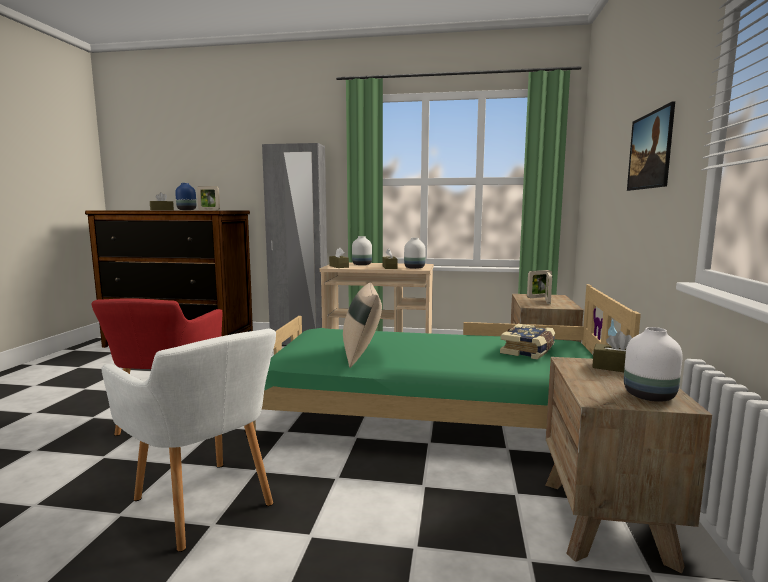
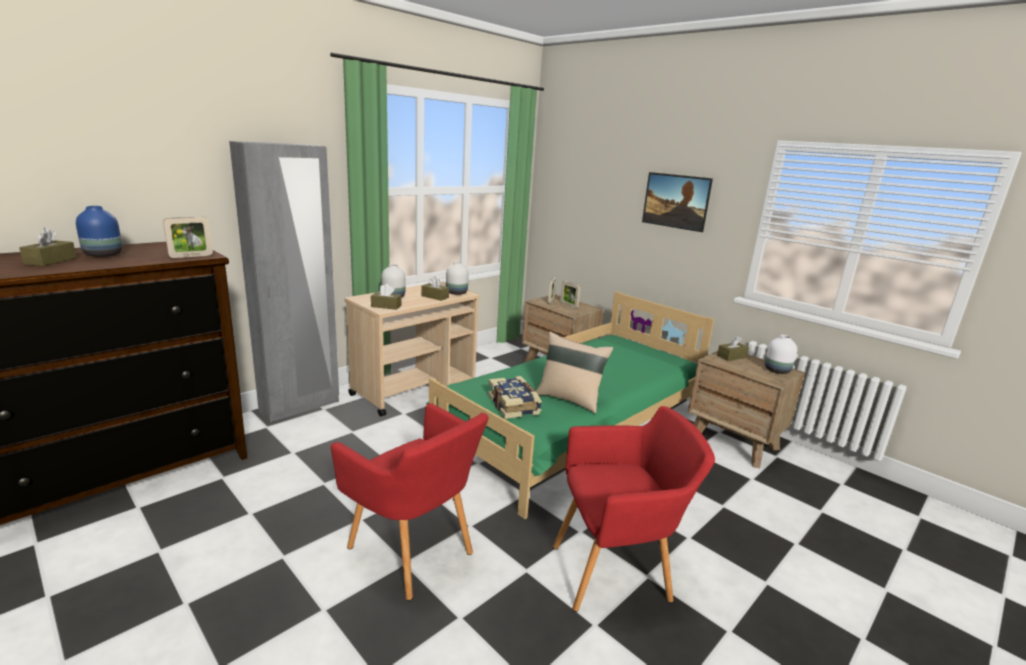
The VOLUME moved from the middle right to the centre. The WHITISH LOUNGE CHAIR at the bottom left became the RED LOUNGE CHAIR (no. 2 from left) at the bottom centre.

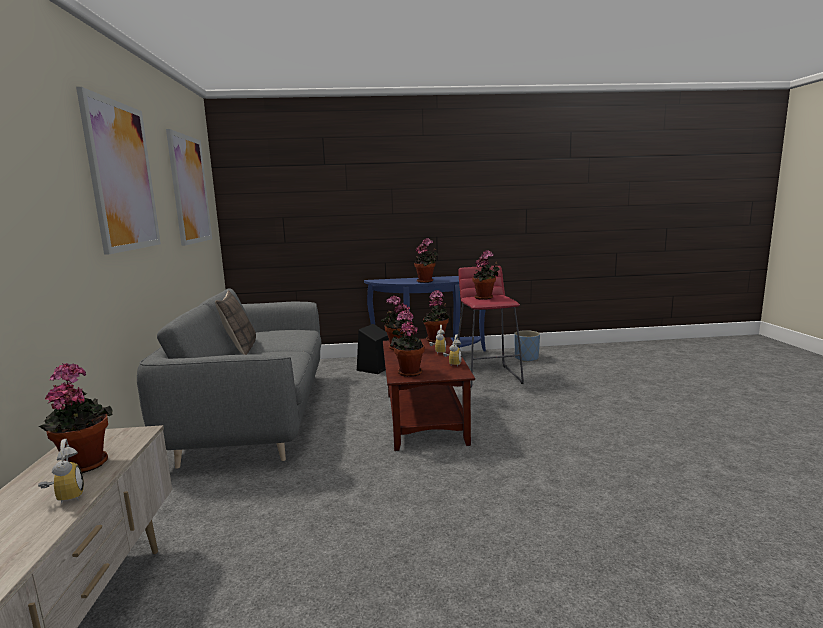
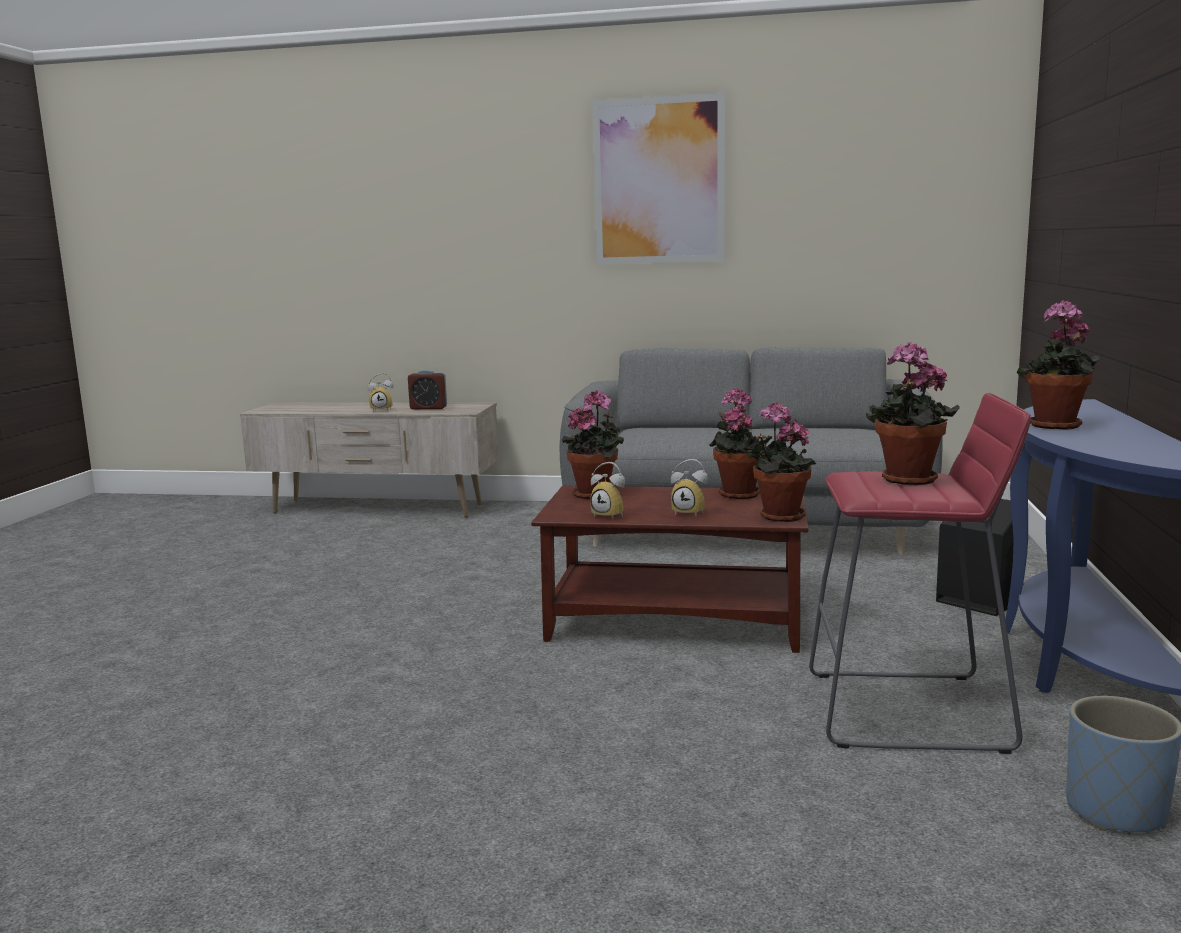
The PLANT IN A POT (no. 1 from left) at the middle left was replaced by the TABLE CLOCK (no. 2 from left) at the centre. The WALL ART (no. 2 from left) at the top left disappeared. The THROW PILLOW at the middle left disappeared.

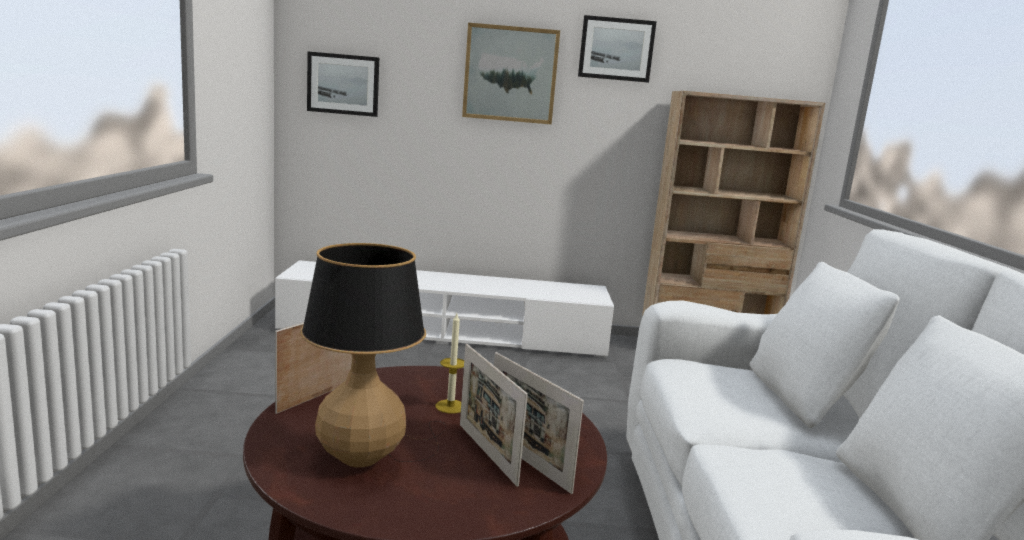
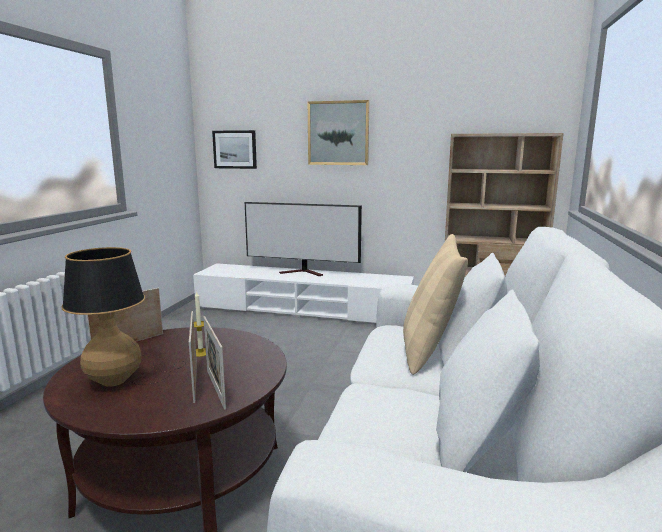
The TELEVISION at the centre appeared. The BEIGE THROW PILLOW at the centre appeared. The WALL ART (no. 3 from left) at the top centre disappeared.

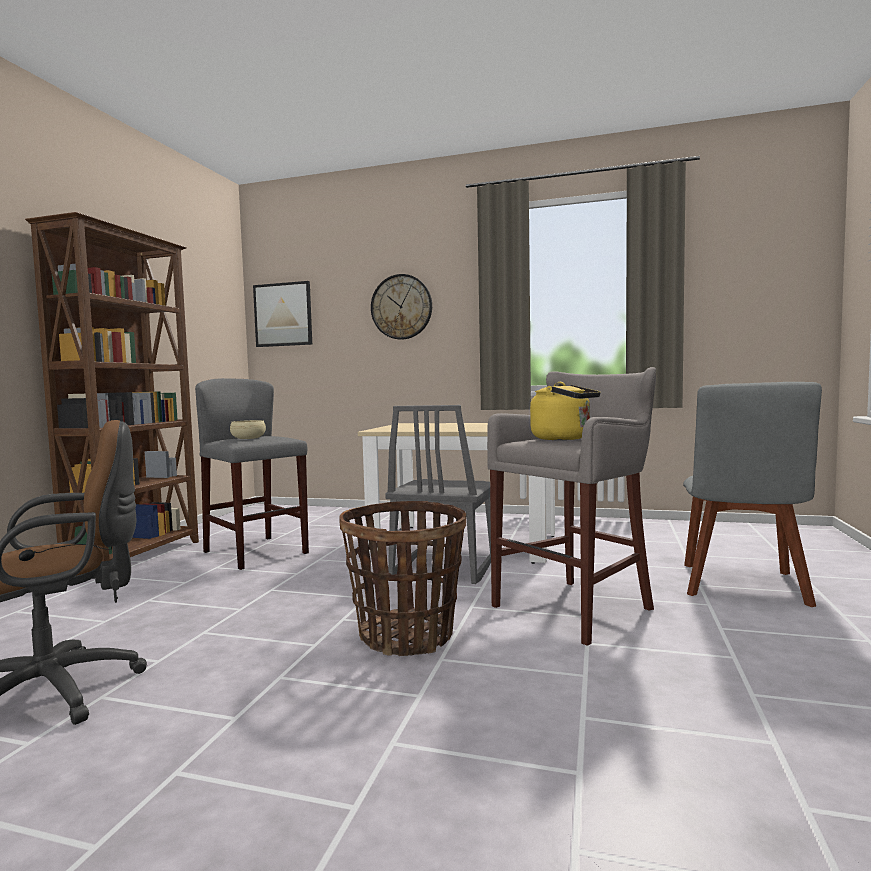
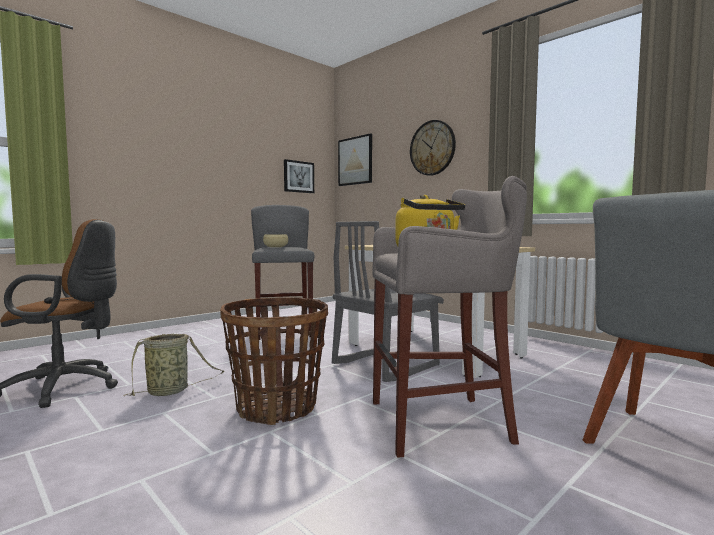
The HOUSEHOLD BASKET (no. 1 from left) at the bottom left appeared. The WALL ART (no. 1 from left) at the top centre appeared. The BROWN BOOKCASE at the middle left disappeared.

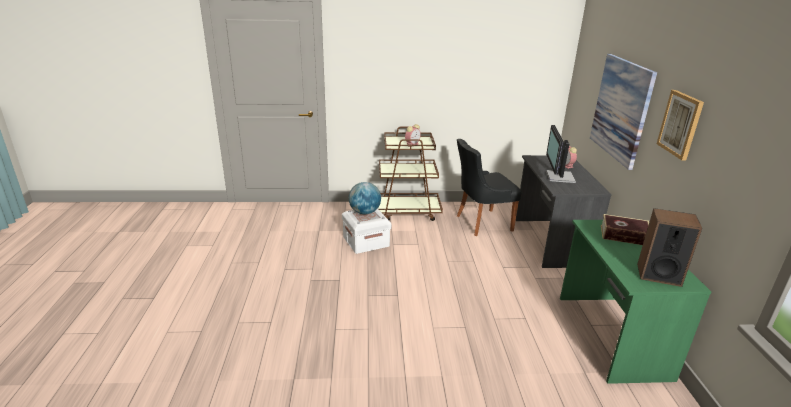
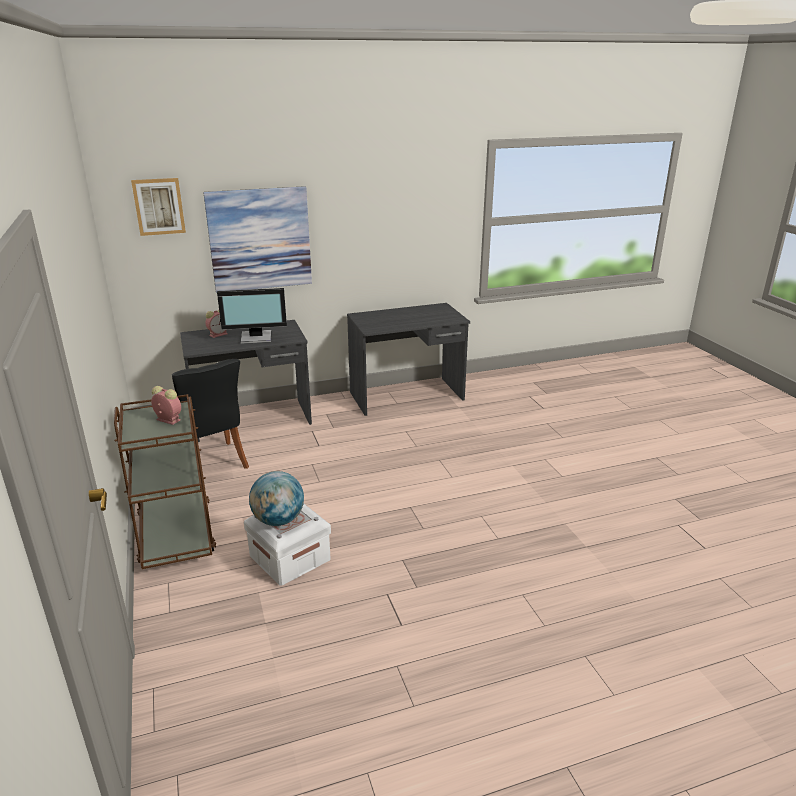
The WALL ART (no. 2 from left in the first image) moved from the top right to the top left. The GREEN-COLOURED DESK TABLE at the bottom right became the GREYISH DESK TABLE (no. 2 from left) at the centre. The VOLUME at the middle right disappeared. The SPEAKER at the middle right disappeared.

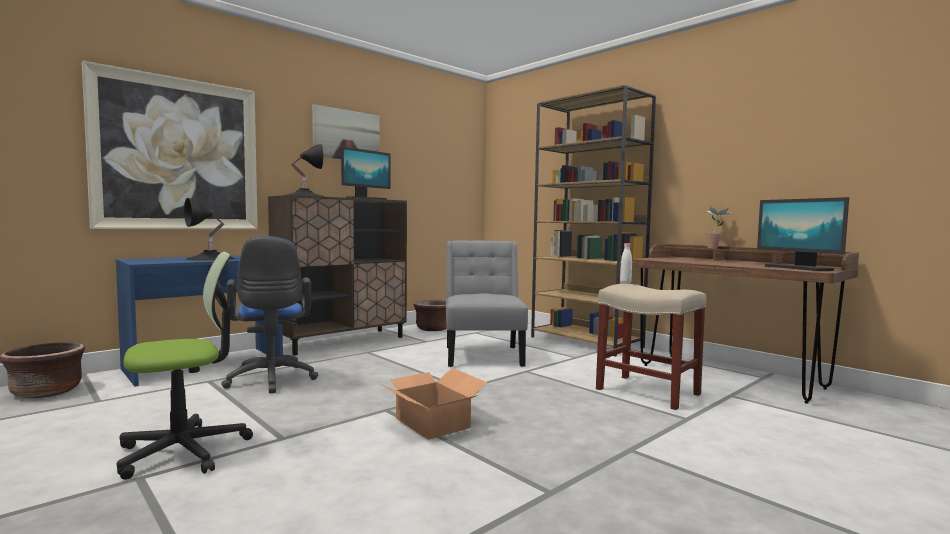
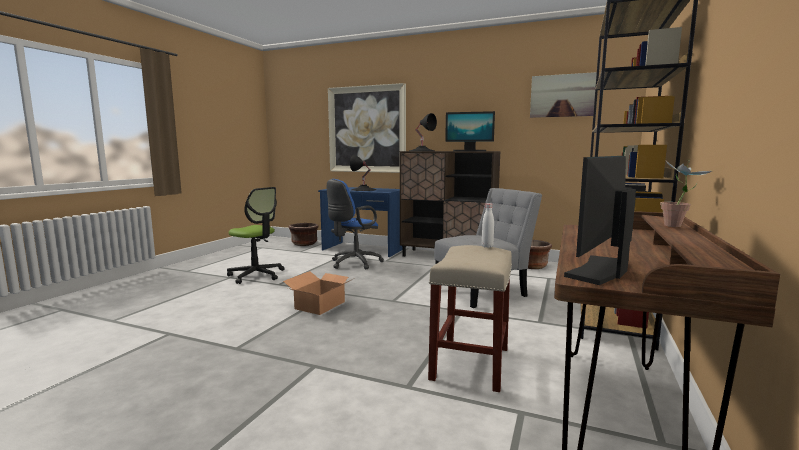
The WALL ART (no. 2 from left) moved from the top centre to the top right.

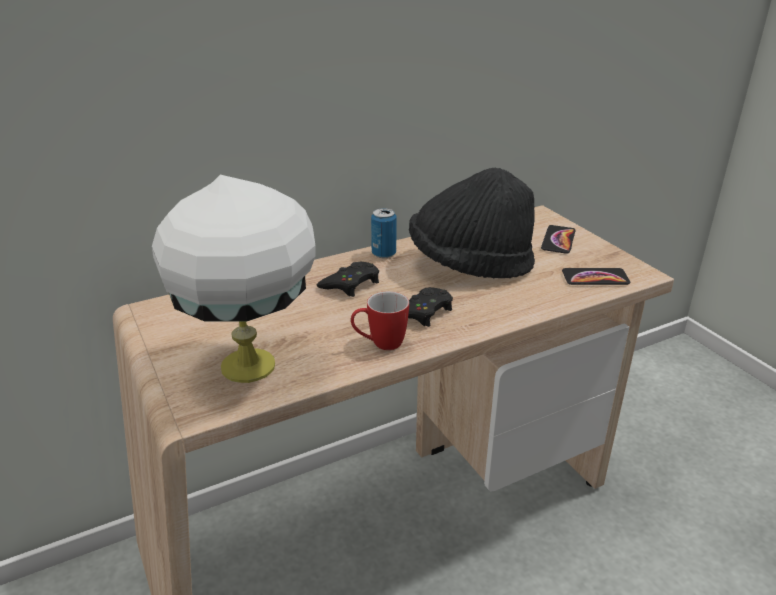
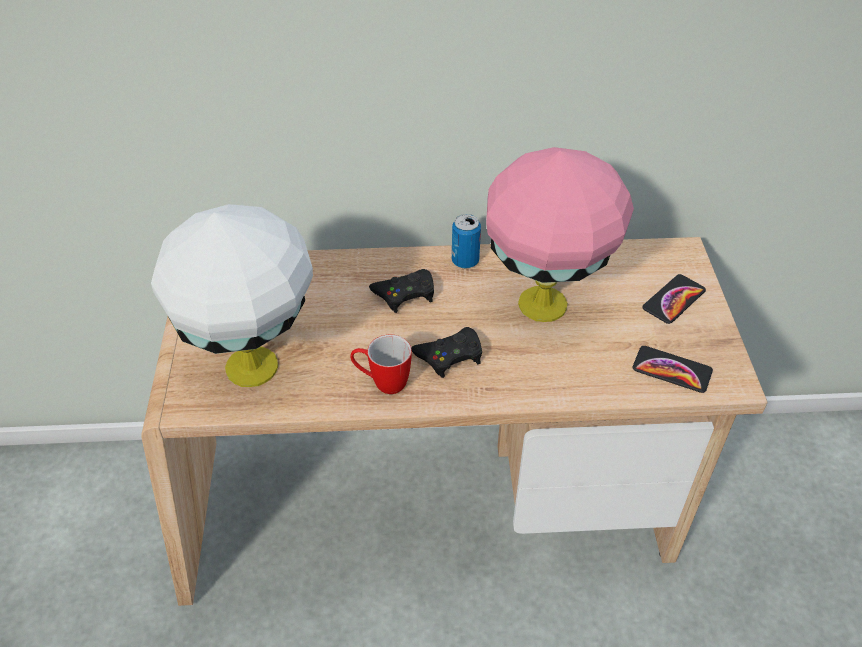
The BLACK WEARABLE HAT at the centre was replaced by the PINK TABLE LAMP at the centre.

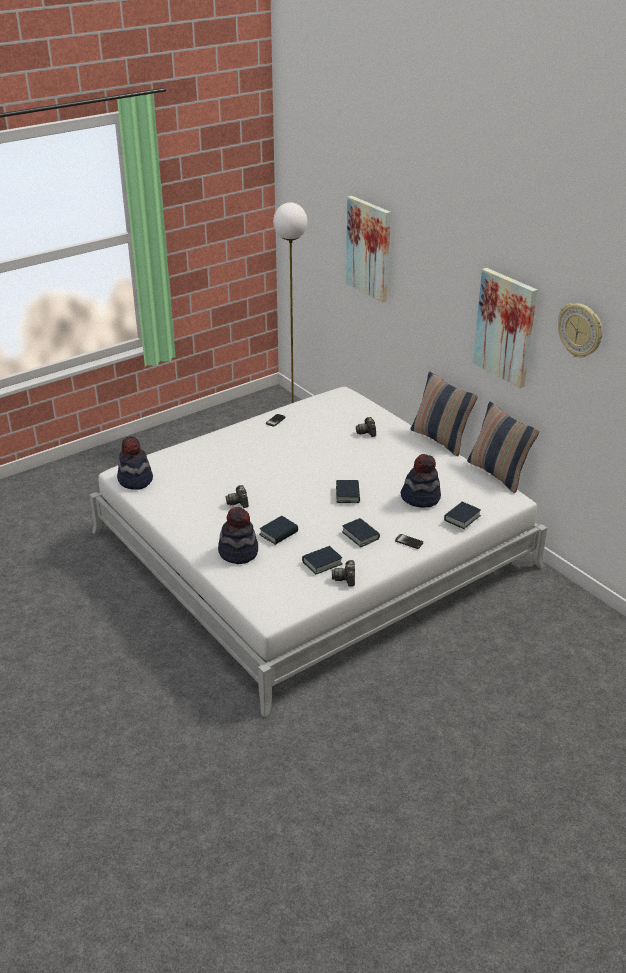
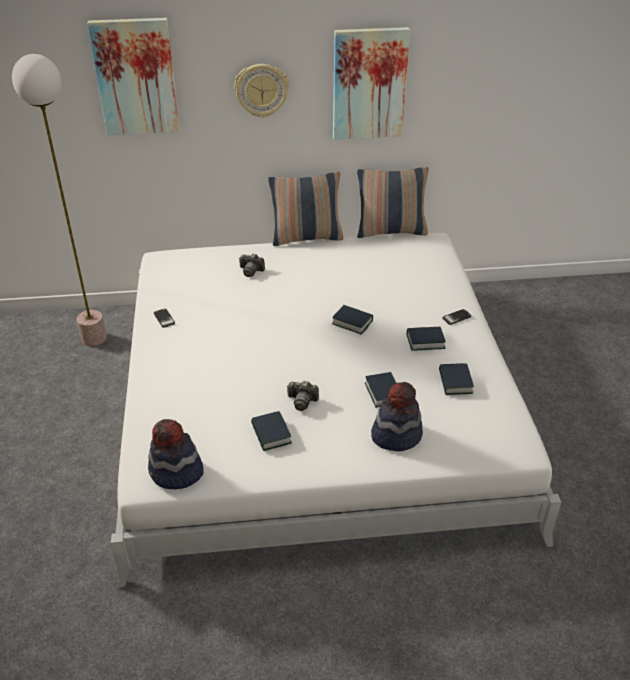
The WALL CLOCK moved from the middle right to the top centre. The VOLUME (no. 5 from left in the first image) moved from the middle right to the centre. The STILL CAMERA (no. 2 from left) at the centre disappeared. The WEARABLE HAT (no. 3 from left) at the middle right disappeared.

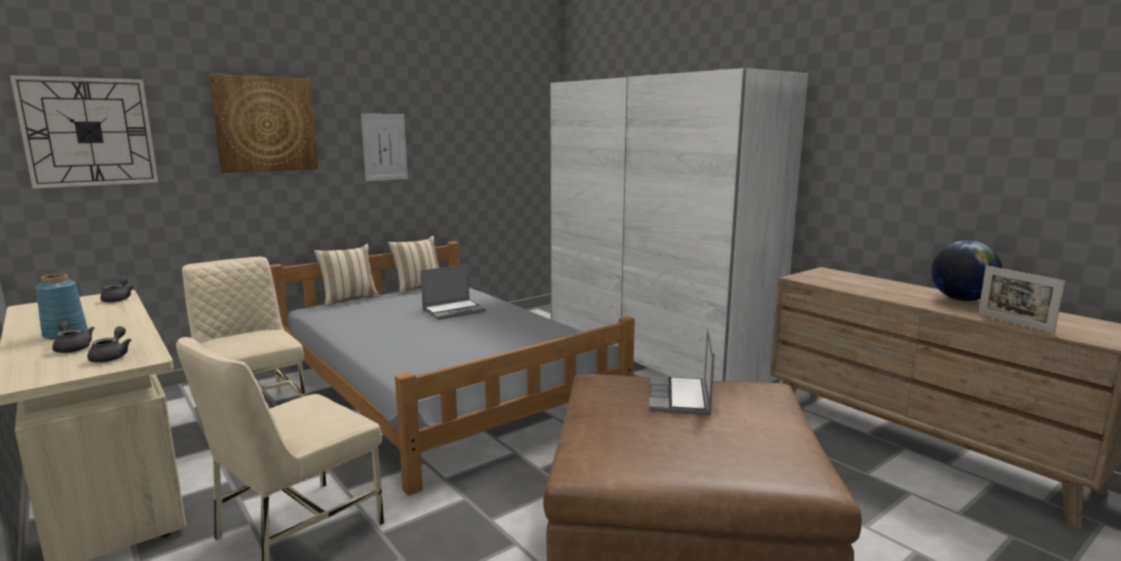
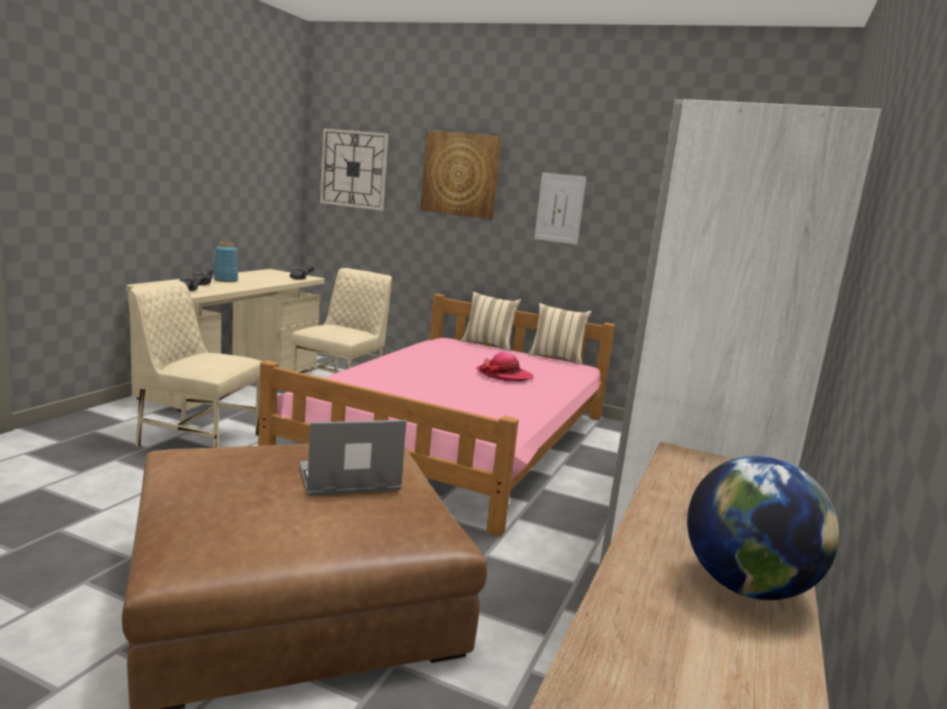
The GREYISH BED at the centre became the PINK BED at the centre. The PORTABLE COMPUTER (no. 1 from left) at the centre was replaced by the WEARABLE HAT at the centre. The STANDING FRAME at the middle right disappeared.

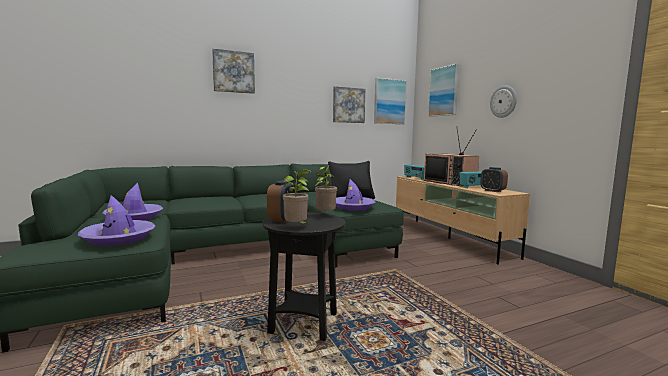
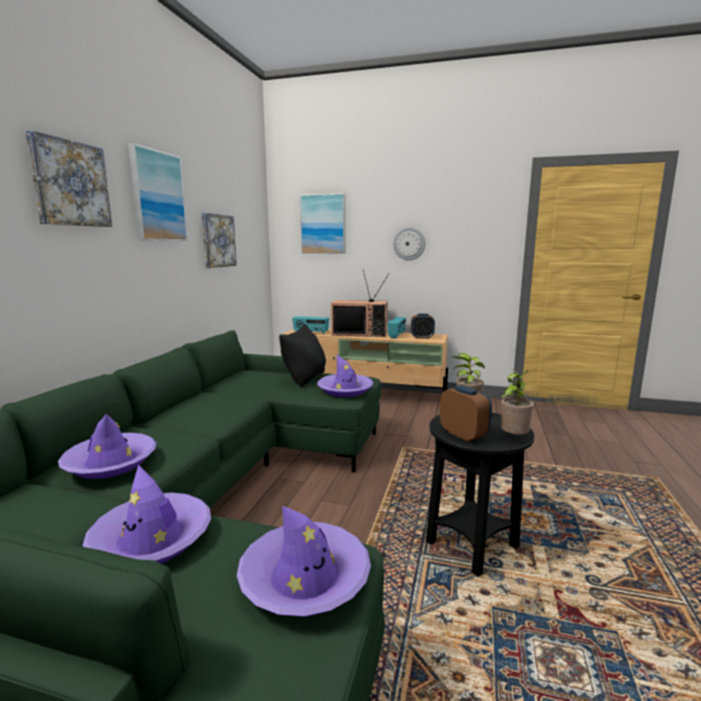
The PURPLE-COLOURED WEARABLE HAT (no. 1 from left) at the middle left appeared. The WALL ART (no. 3 from left in the first image) moved from the top centre to the top left.

